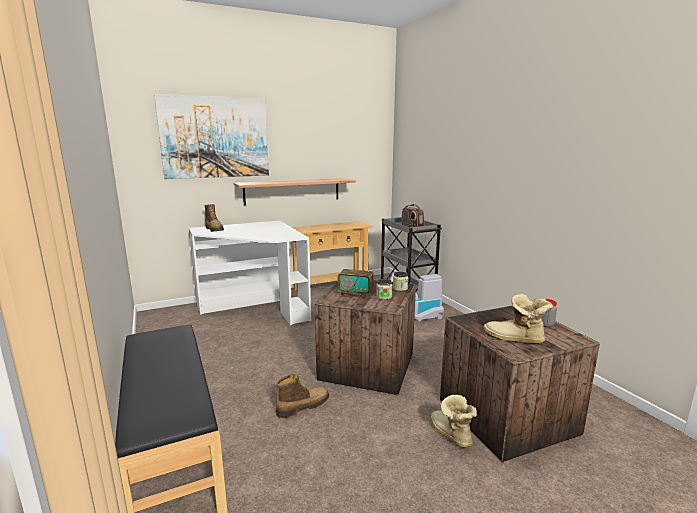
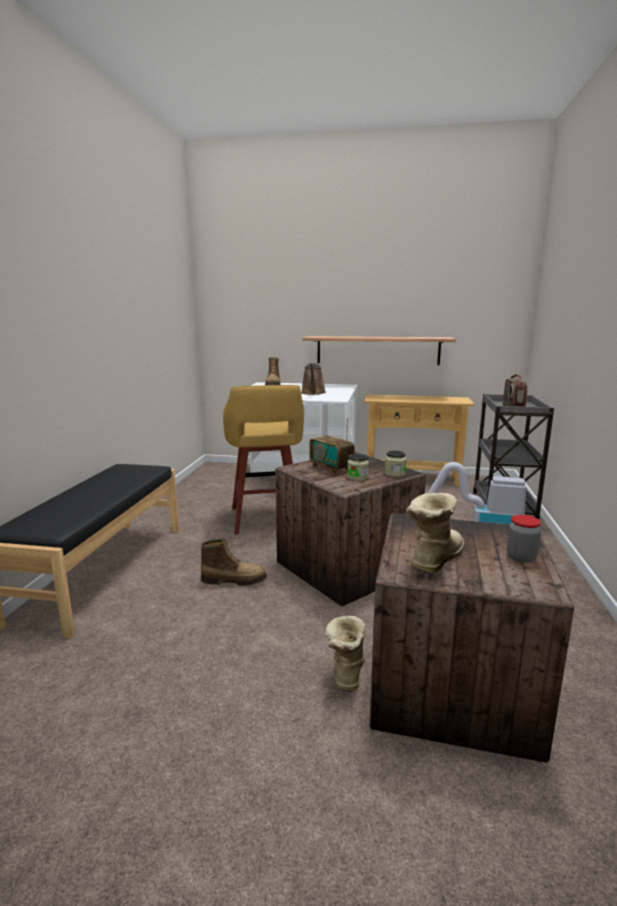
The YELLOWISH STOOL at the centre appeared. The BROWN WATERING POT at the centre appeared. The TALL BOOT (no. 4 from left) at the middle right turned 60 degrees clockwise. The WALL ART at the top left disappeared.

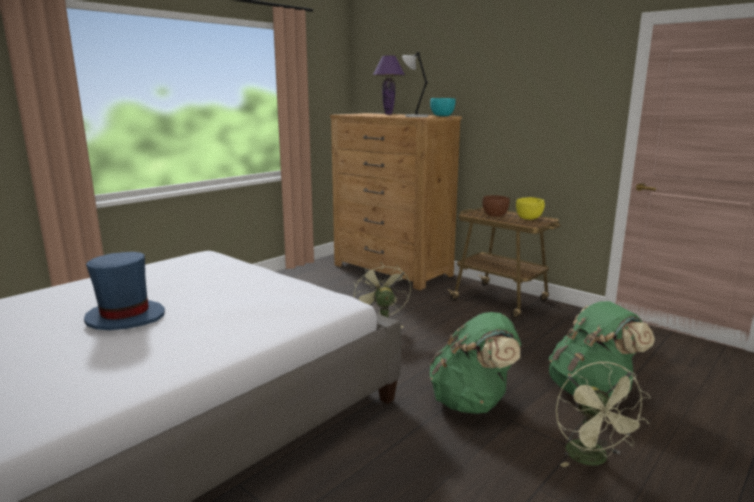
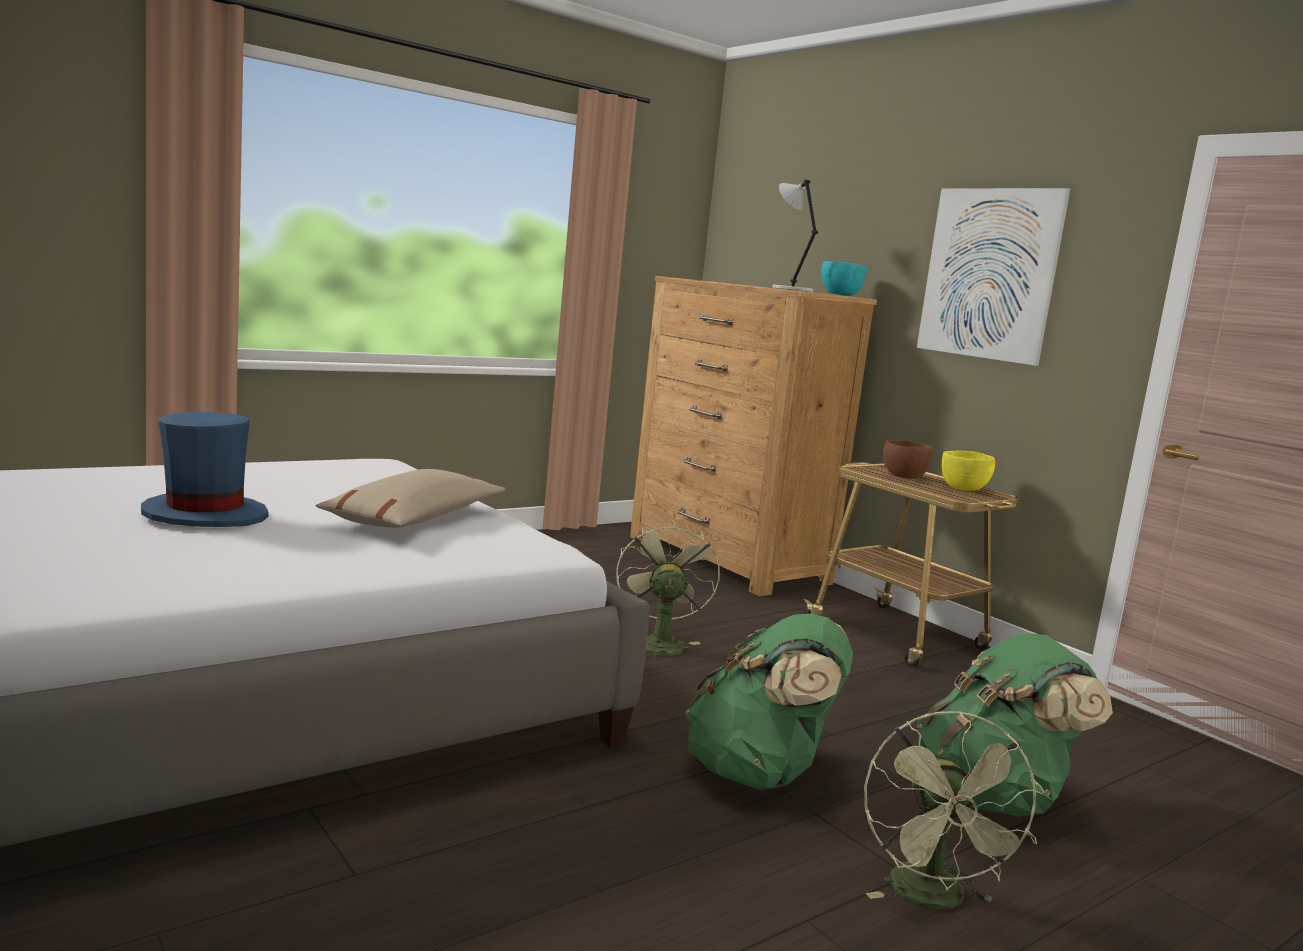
The BEIGE THROW PILLOW at the middle left appeared. The WALL ART at the top right appeared. The PURPLE-COLOURED TABLE LAMP at the top centre disappeared.

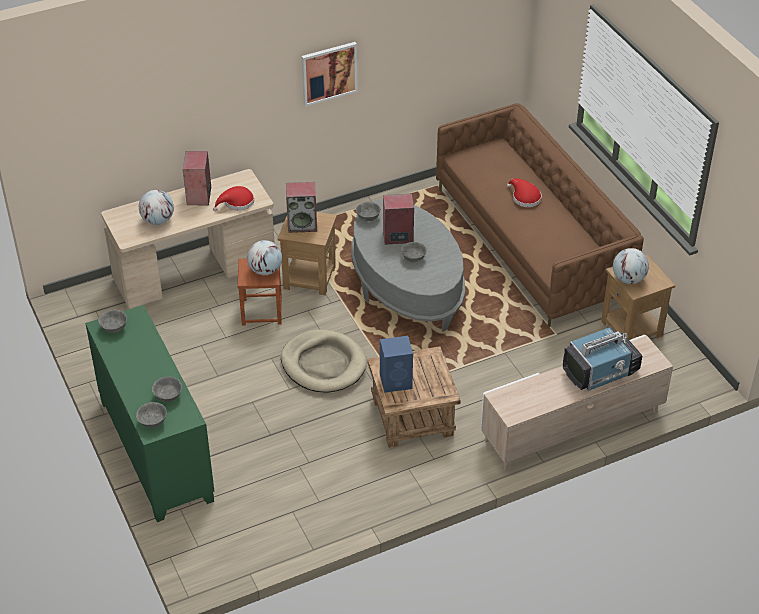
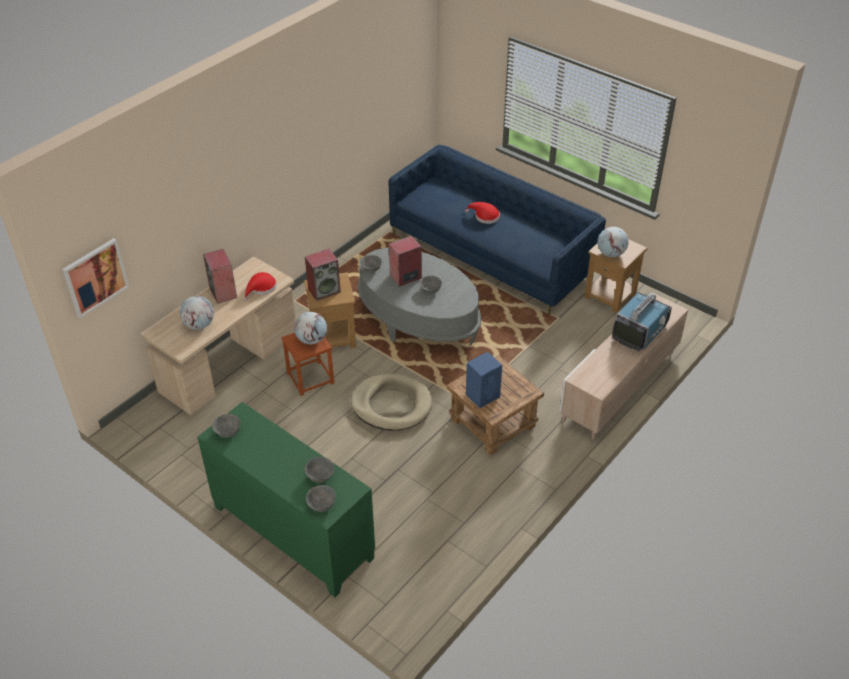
The WALL ART moved from the top centre to the middle left. The BROWN SETTEE at the middle right became the BLUE SETTEE at the centre.

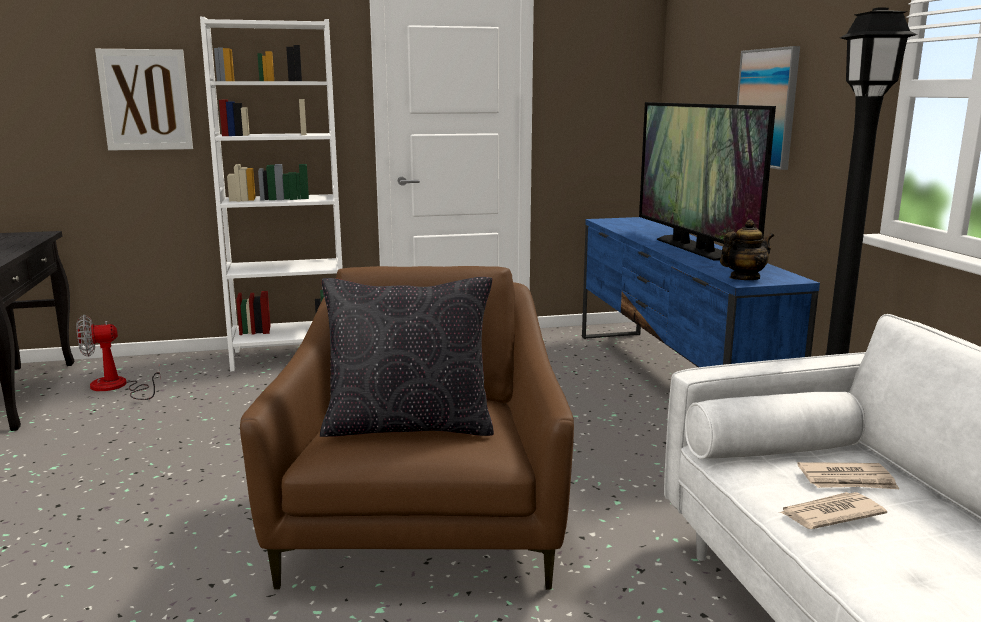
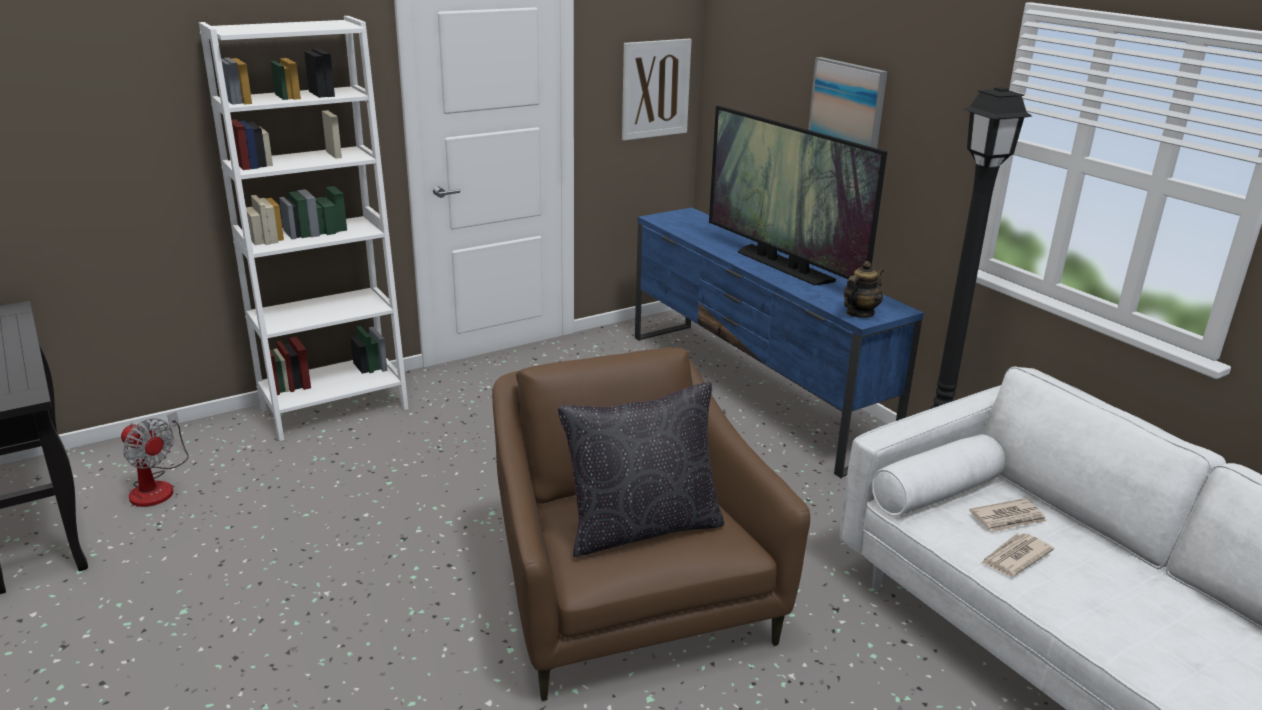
The FAN at the middle left turned 105 degrees counterclockwise. The WALL ART (no. 1 from left) moved from the top left to the top centre.

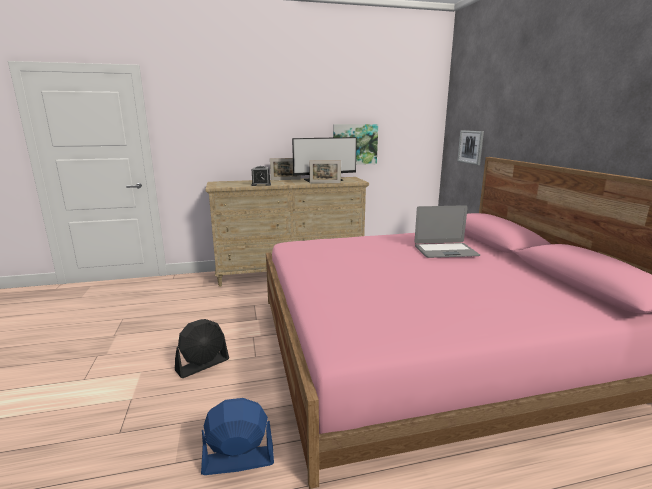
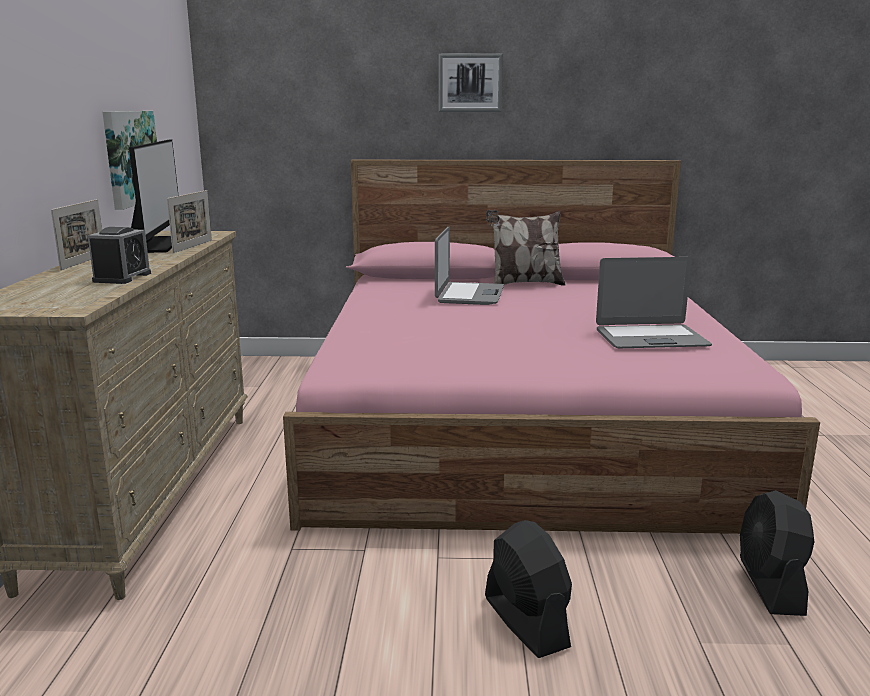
The WALL ART (no. 2 from left) moved from the top right to the top centre. The THROW PILLOW at the centre appeared. The PORTABLE COMPUTER (no. 2 from left) at the middle right appeared. The BLUE FAN at the bottom centre became the BLACK FAN (no. 2 from left) at the bottom right.

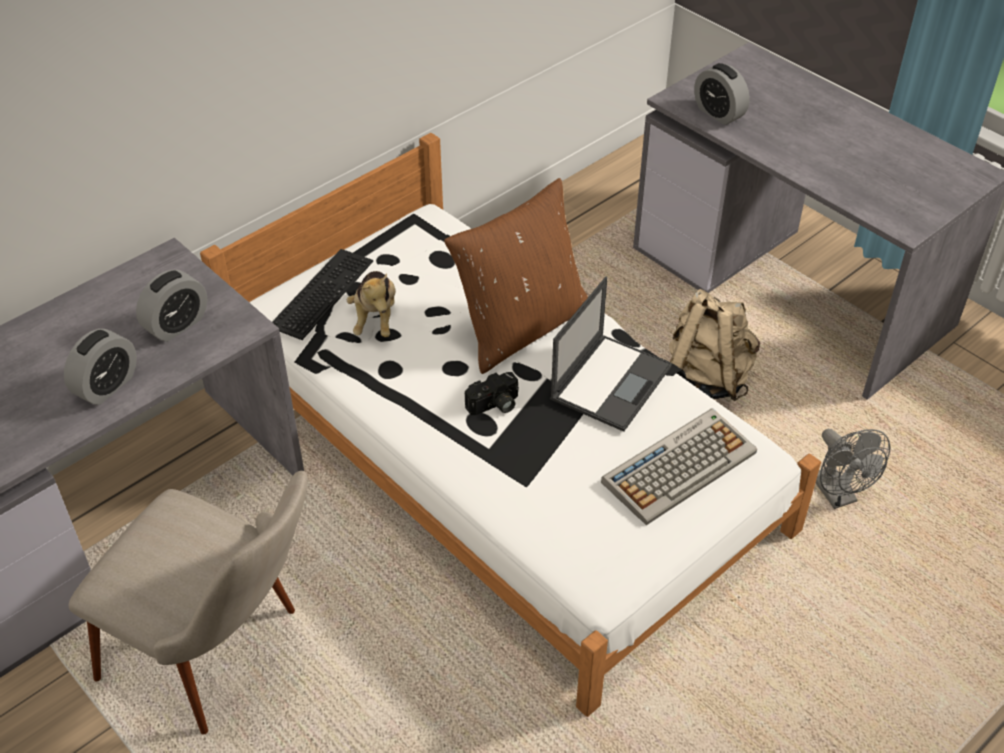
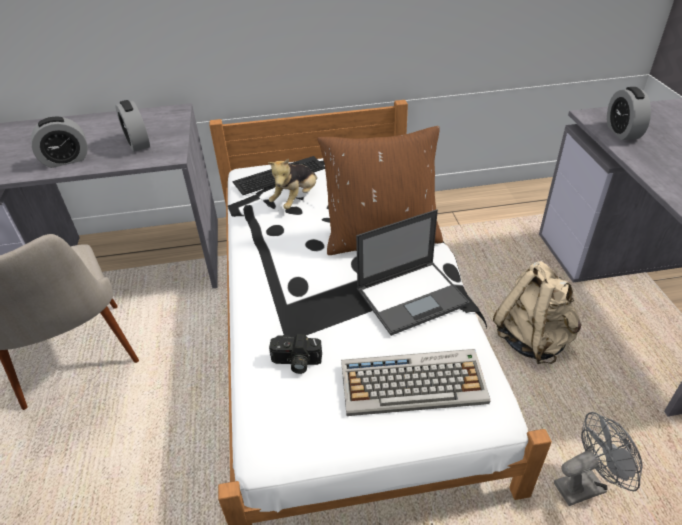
The TABLE CLOCK (no. 2 from left) at the middle left turned 75 degrees clockwise. The STILL CAMERA moved from the centre to the bottom centre. The GREYISH FAN at the middle right turned 120 degrees counterclockwise.

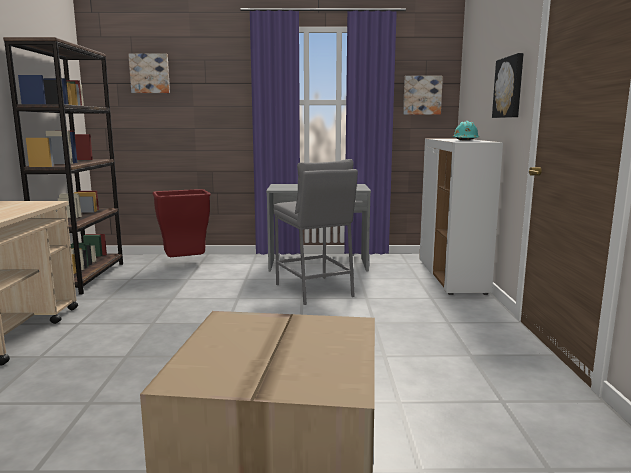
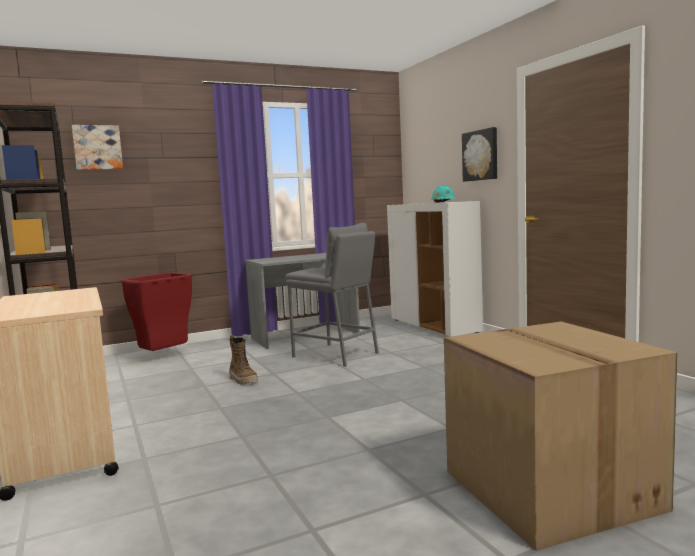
The TALL BOOT at the centre appeared. The WALL ART (no. 2 from left) at the top right disappeared.

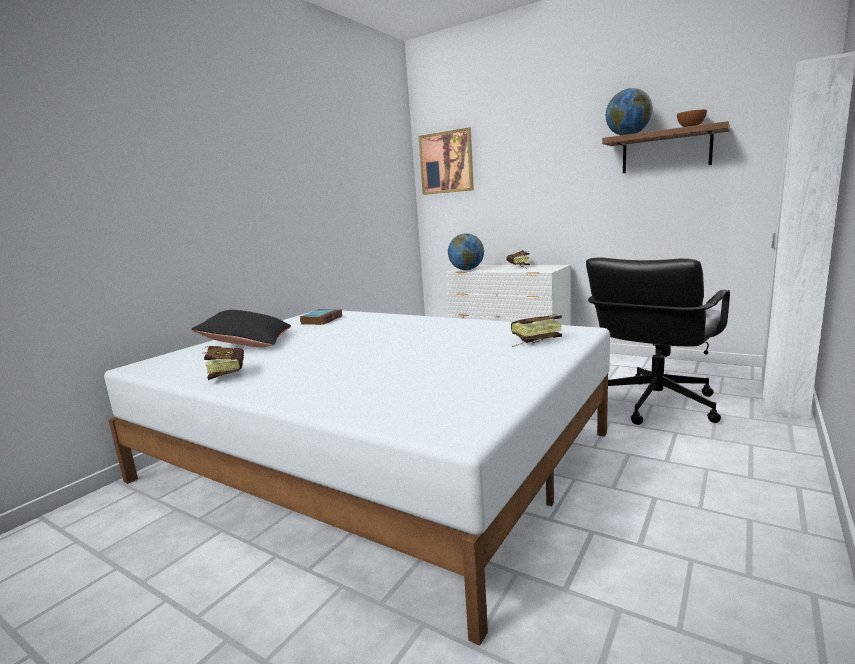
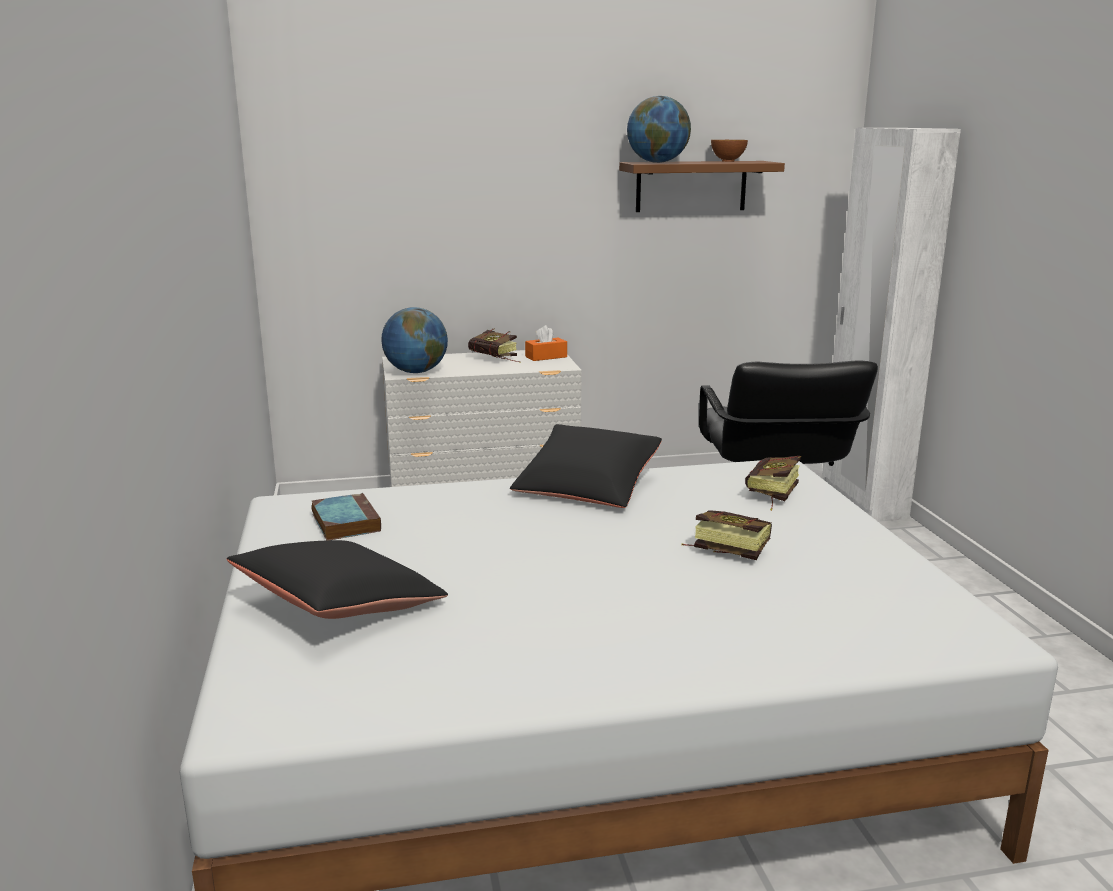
The BLACK THROW PILLOW (no. 2 from left) at the centre appeared. The ORANGEY TISSUE BOX at the centre appeared. The VOLUME (no. 1 from left in the first image) moved from the middle left to the centre. The WALL ART at the top centre disappeared.

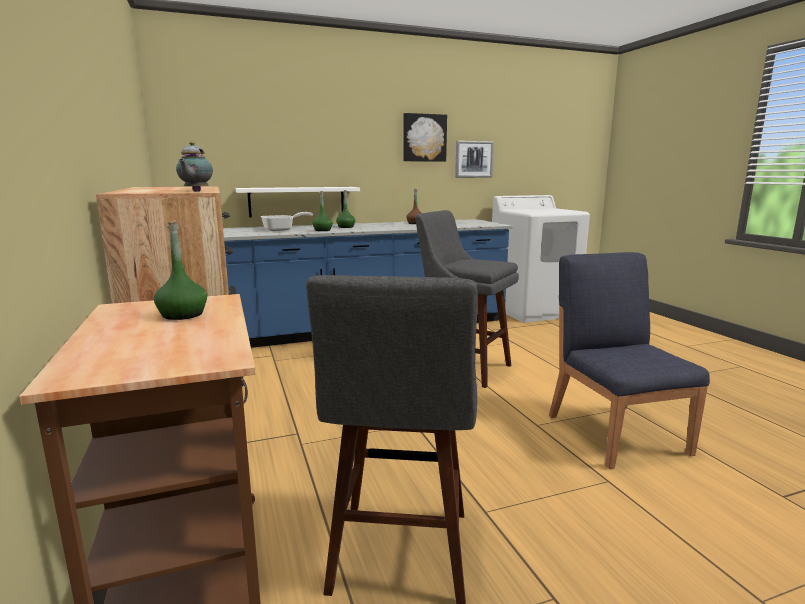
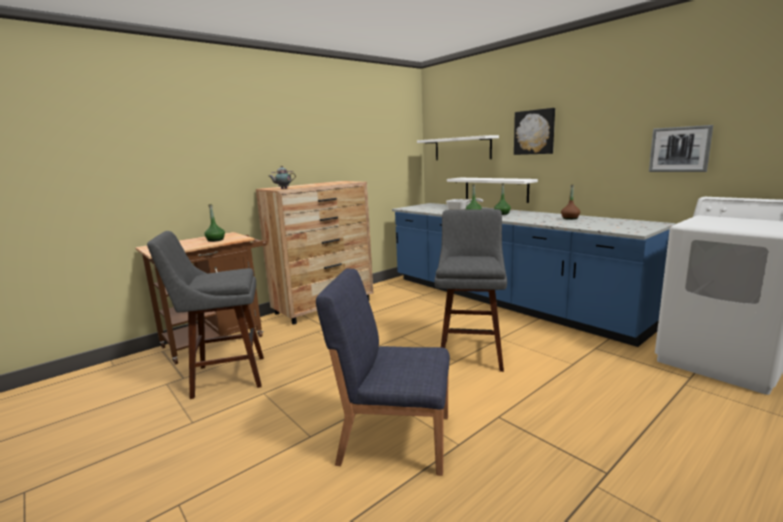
The BLUE UPRIGHT CHAIR at the middle right turned 135 degrees counterclockwise. The WHITISH WALL SHELF (no. 1 from left) at the top centre appeared. The WALL ART (no. 1 from left) moved from the top centre to the top right.

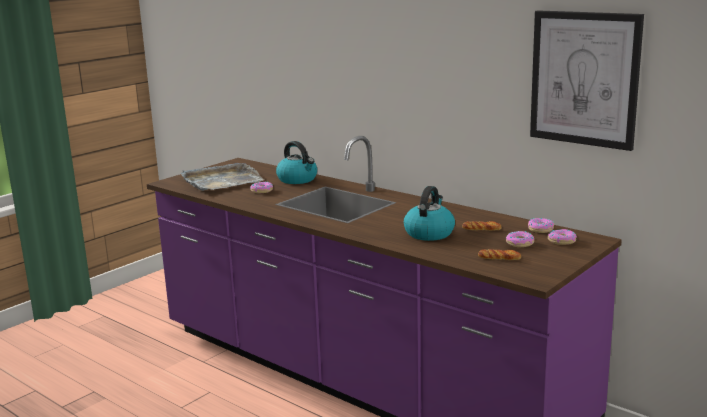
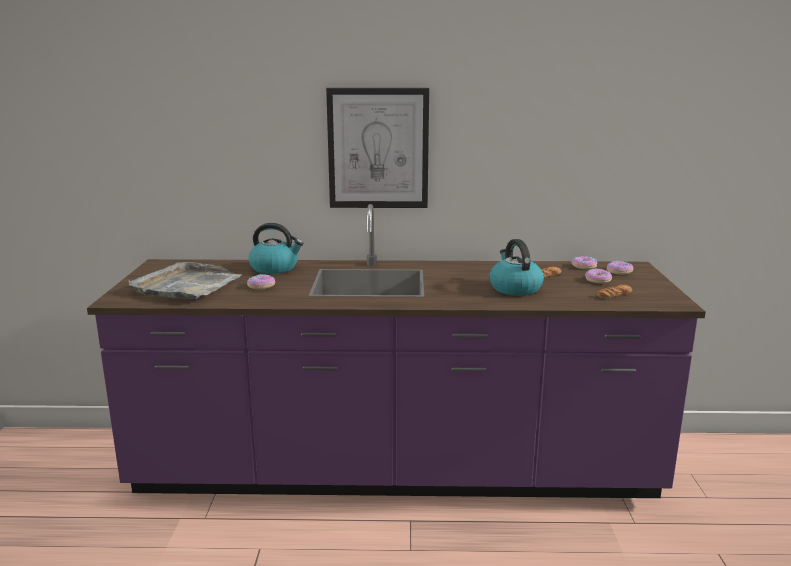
The WALL ART moved from the top right to the top centre.

